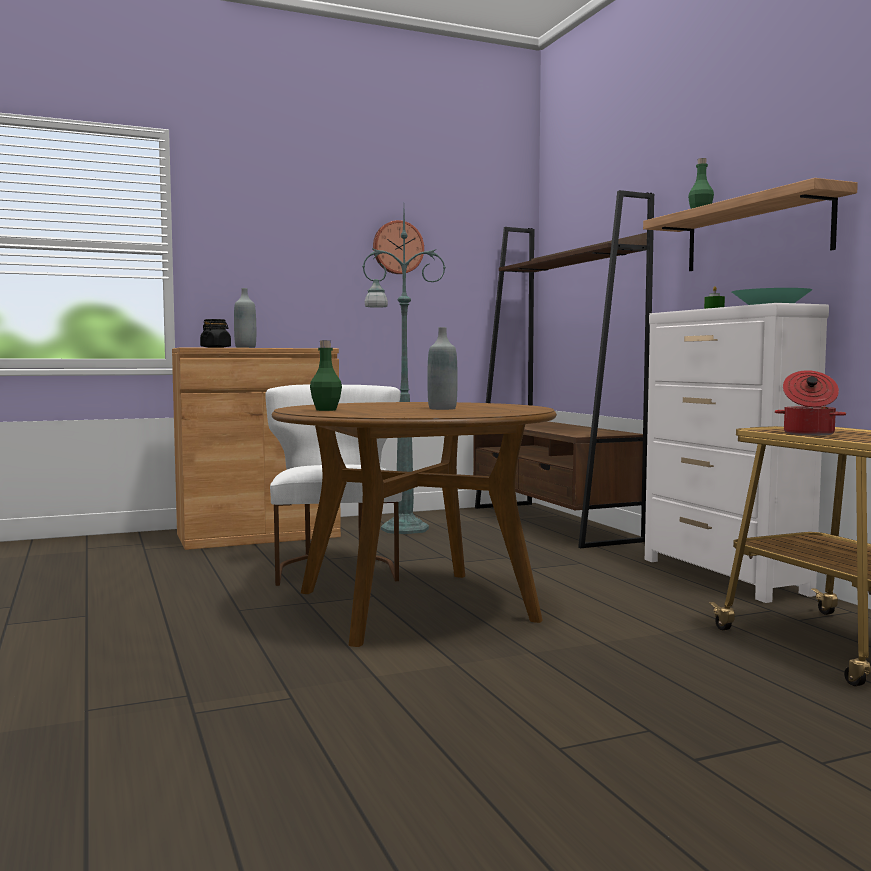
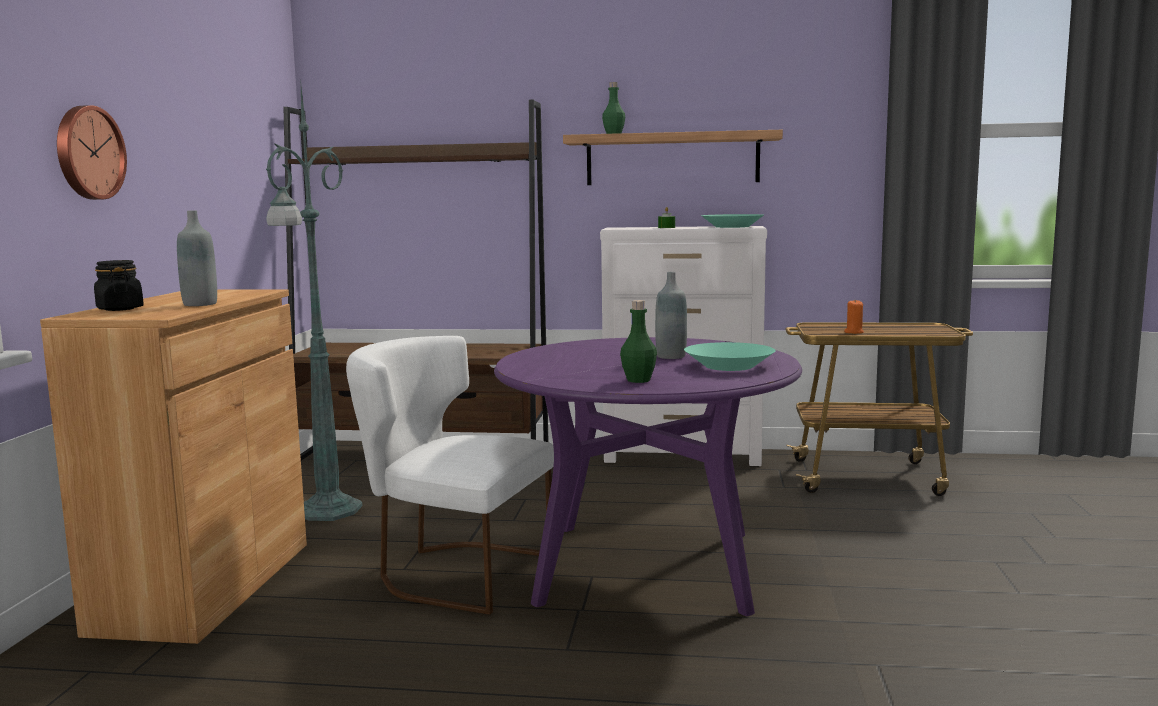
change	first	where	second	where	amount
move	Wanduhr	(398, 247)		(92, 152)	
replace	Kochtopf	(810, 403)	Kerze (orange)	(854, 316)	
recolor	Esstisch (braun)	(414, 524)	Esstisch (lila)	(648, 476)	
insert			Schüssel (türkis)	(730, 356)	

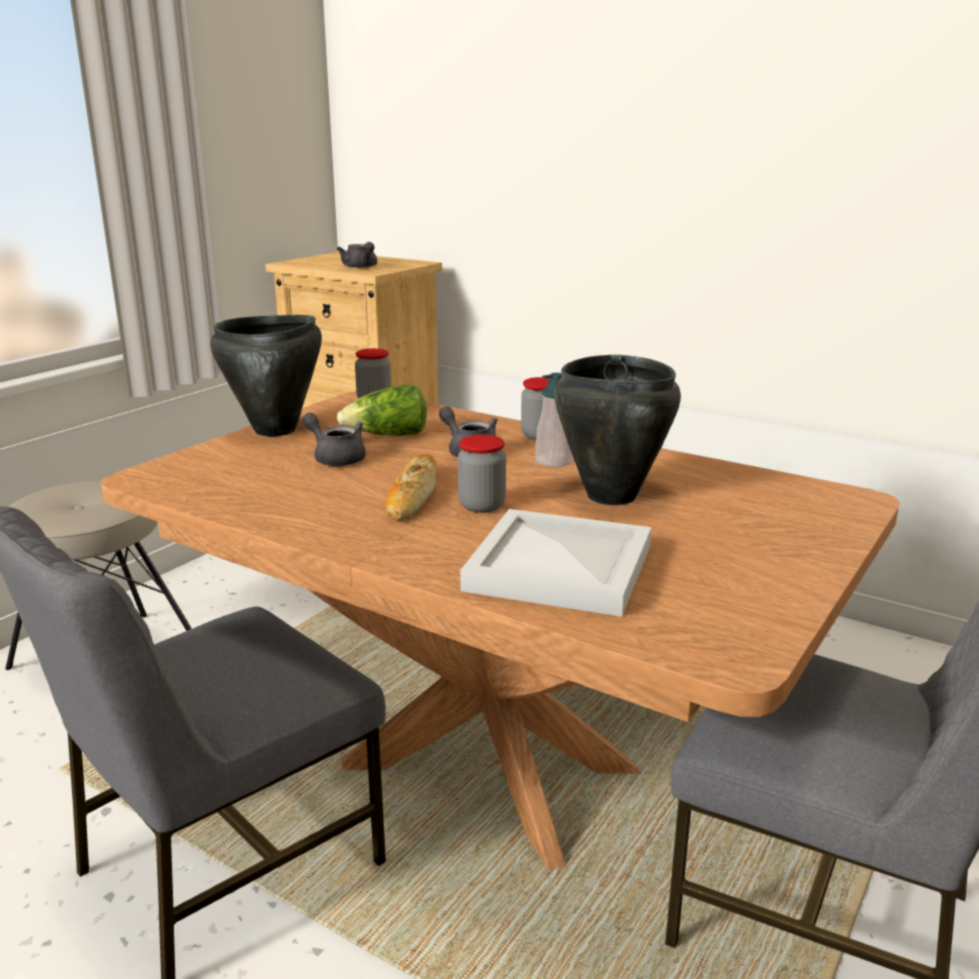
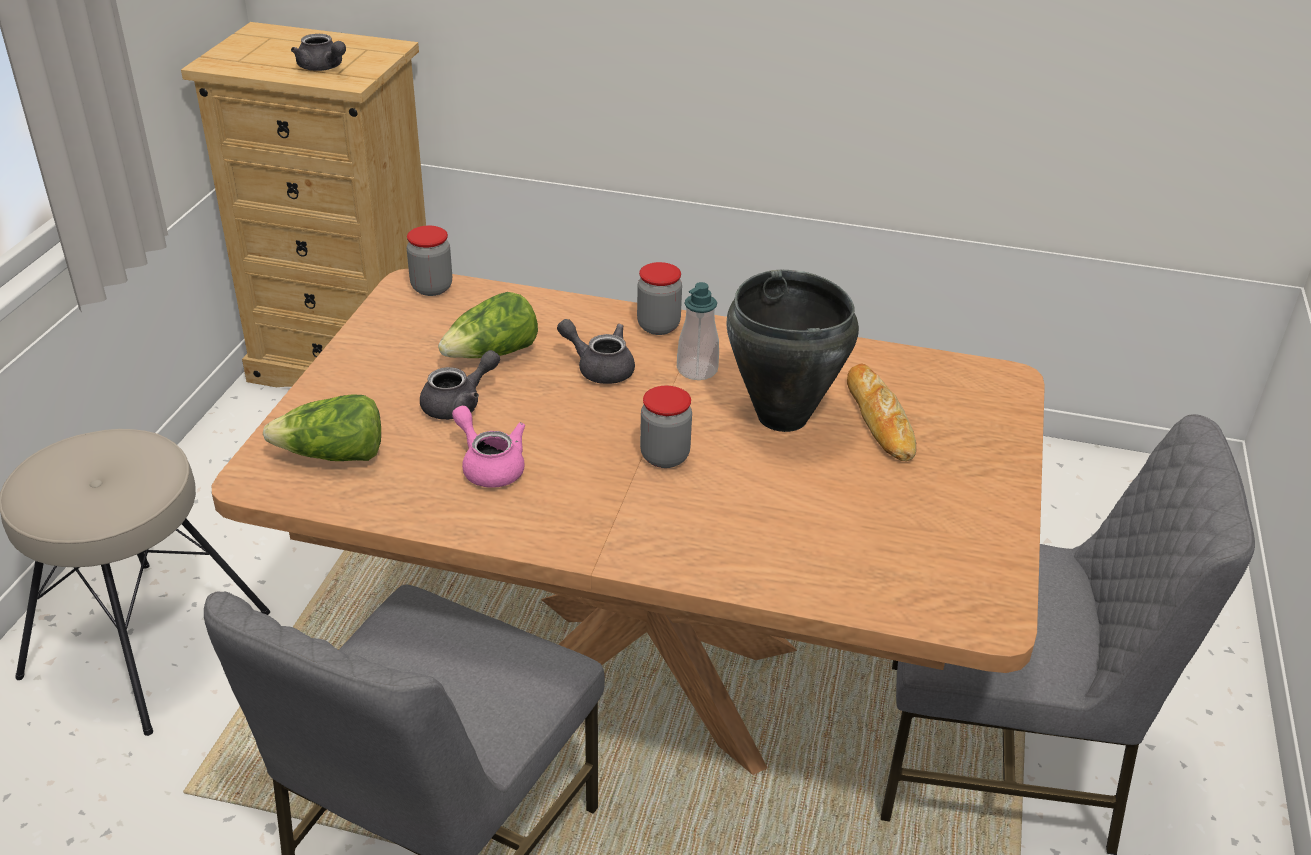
change	first	where	second	where	amount
delete	Kochtopf (schwarz)	(266, 376)			
rotate	Teekanne (grau)	(334, 439)		(460, 385)	120 degrees clockwise
move	Brot	(410, 487)		(881, 412)	
delete	Tablett (weiß)	(556, 563)			
insert			Salatkopf	(322, 427)	
insert			Teekanne (rosa)	(488, 447)	

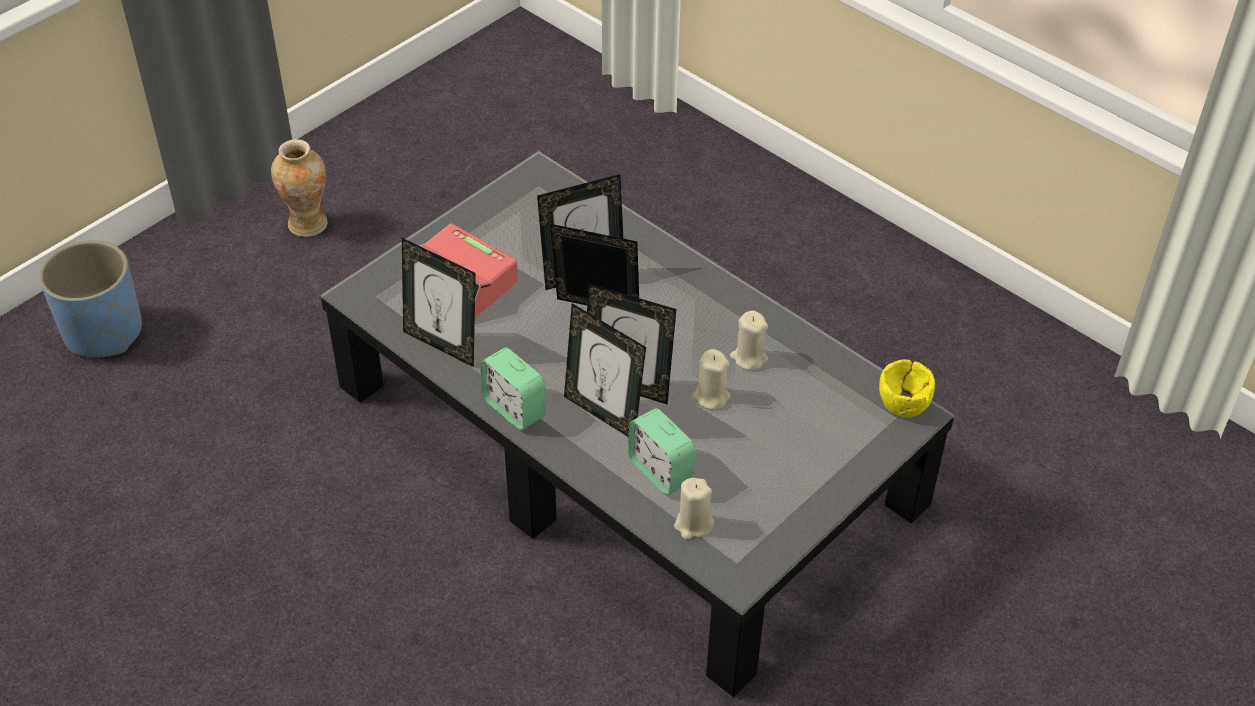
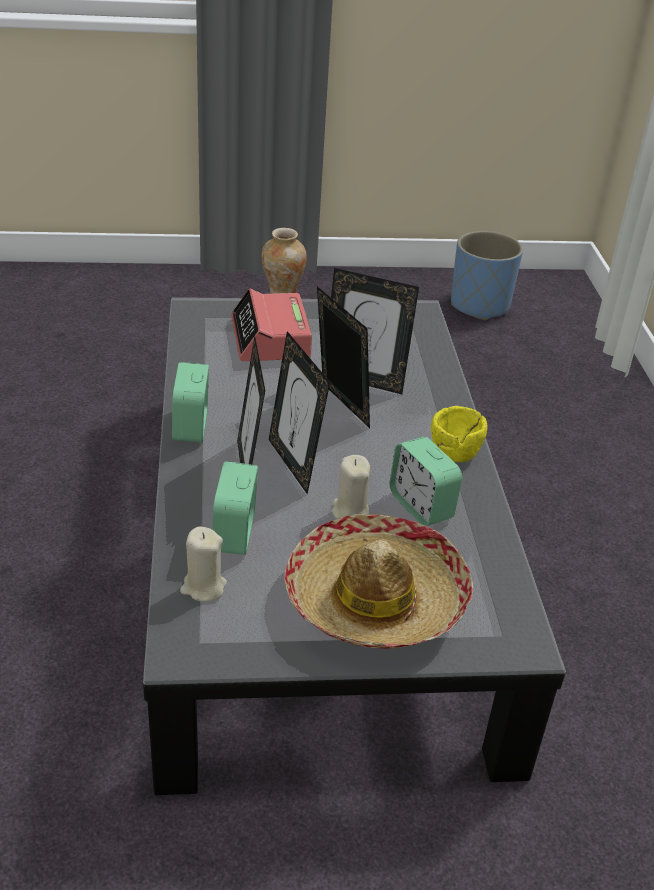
change	first	where	second	where	amount
delete	Bilderrahmen	(439, 302)			
move	Pflanzkübel (blau)	(90, 299)		(487, 275)	
replace	Kerze (beige)	(749, 340)	Wecker	(425, 481)	
move	Schüssel (gelb)	(907, 388)		(459, 434)	
insert			Hut	(379, 581)	

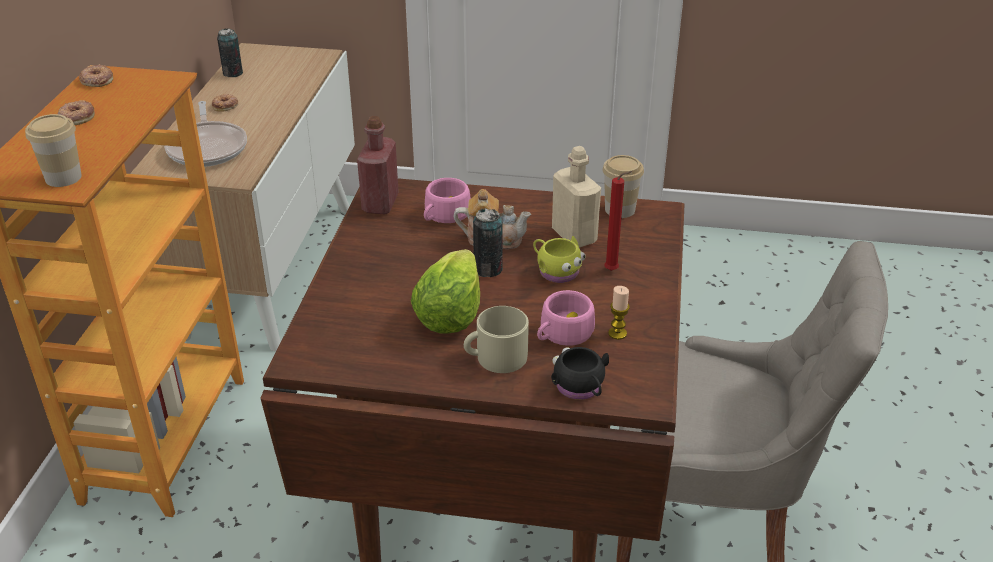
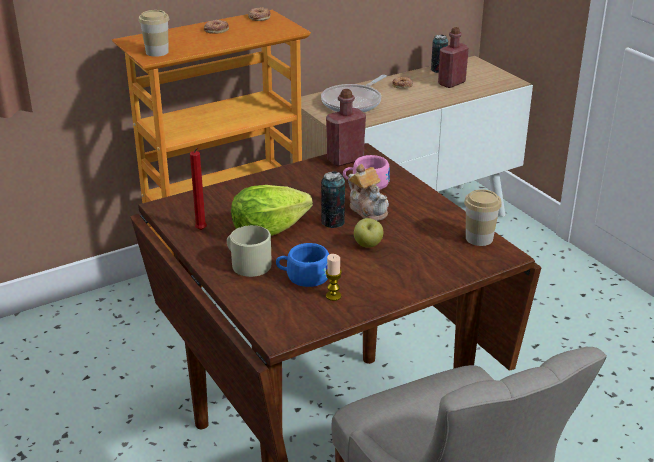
change	first	where	second	where	amount
delete	Flasche (beige)	(576, 197)			
move	Kerze (rot)	(618, 221)		(198, 189)	
replace	Henkelbecher (gelb)	(559, 259)	Apfel	(368, 233)	
recolor	Tasse (rosa)	(566, 318)	Tasse (blau)	(302, 265)	
delete	Henkelbecher (schwarz)	(580, 373)			
insert			Flasche (rot)	(453, 57)	

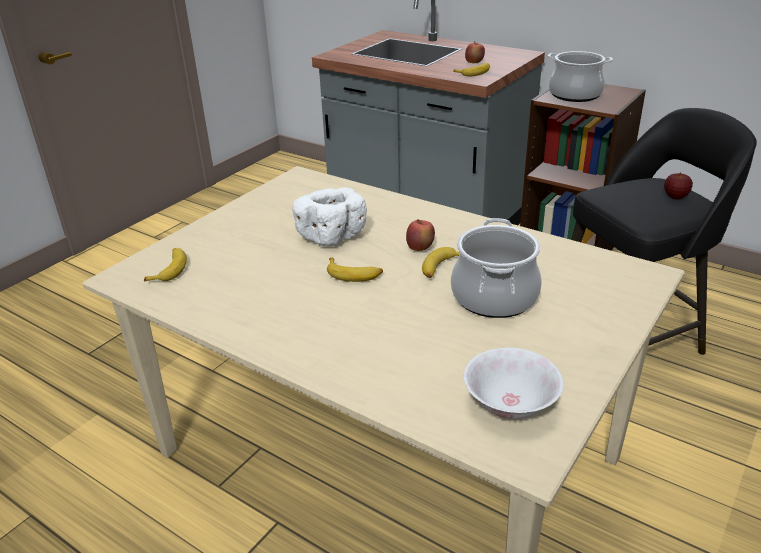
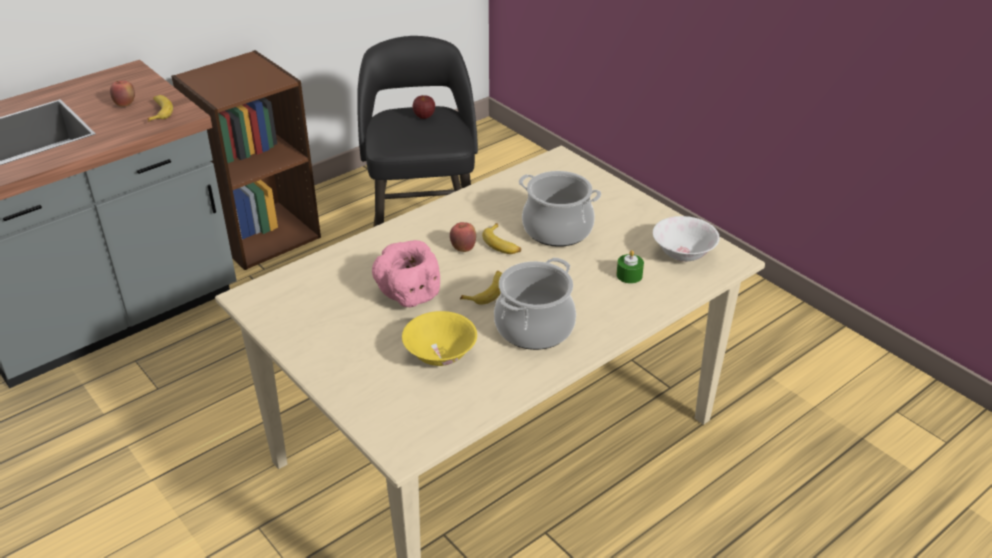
change	first	where	second	where	amount
move	Kochtopf	(580, 76)		(535, 304)	
recolor	Schüssel (weiß)	(329, 216)	Schüssel (rosa)	(406, 273)	
delete	Banane	(165, 265)			
insert			Kerze (grün)	(630, 267)	
insert			Schüssel (gelb)	(439, 338)	

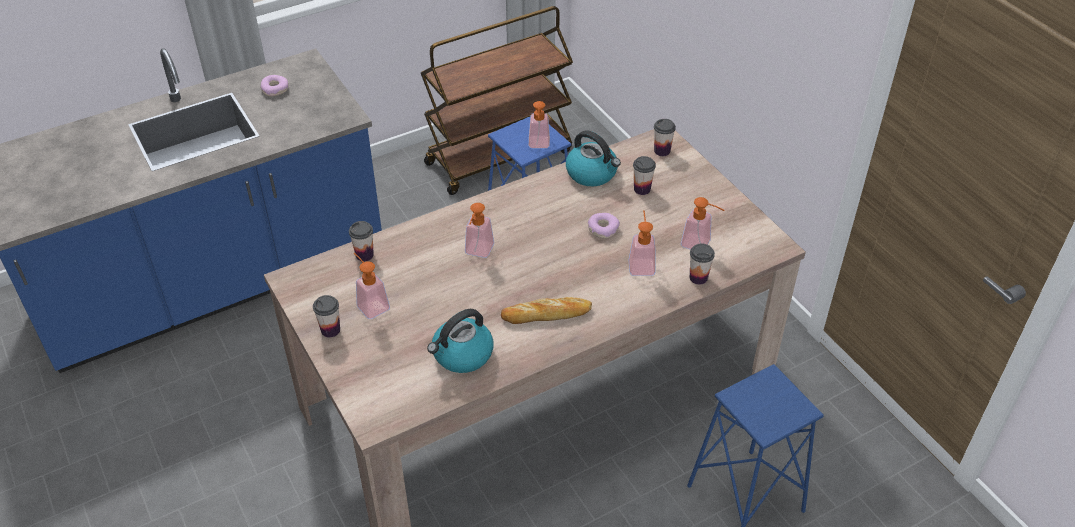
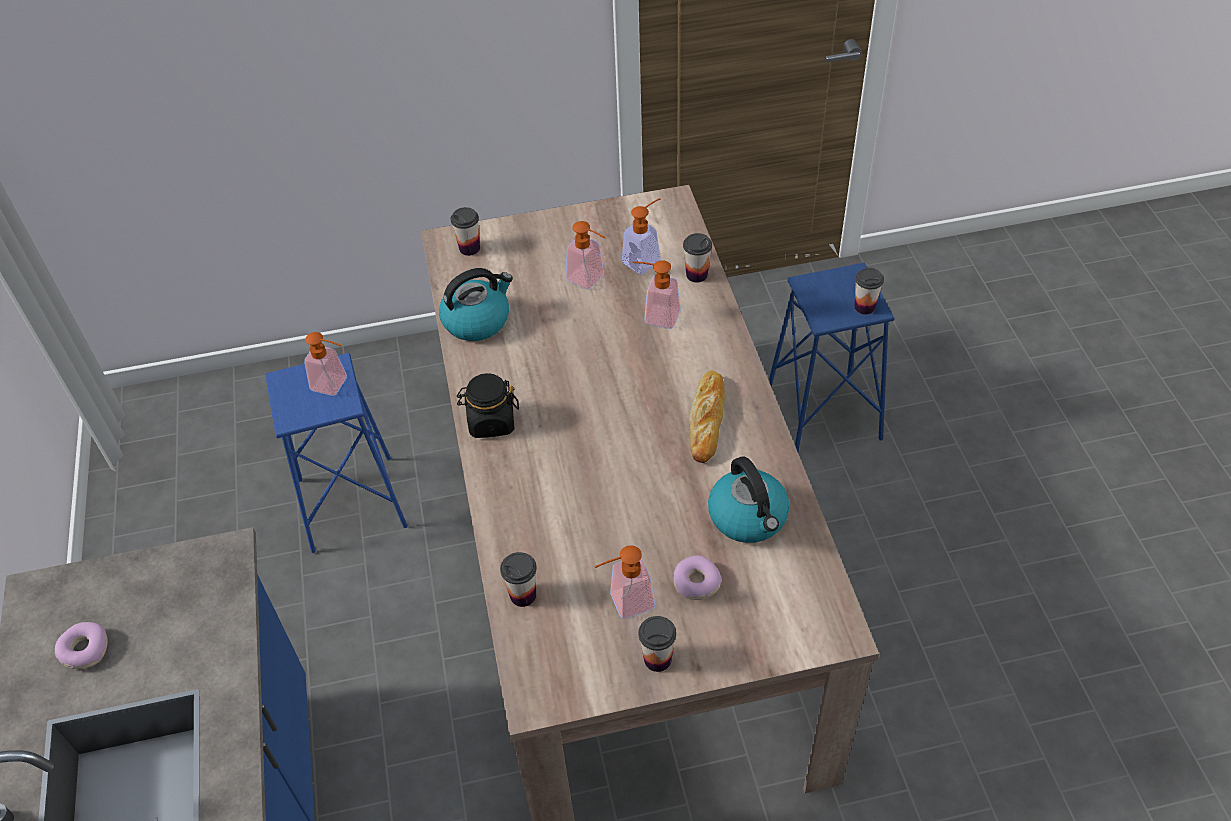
change	first	where	second	where	amount
delete	Rollwagen (braun)	(497, 100)			
move	Tasse	(644, 175)		(869, 291)	
move	Seifenspender	(479, 230)		(586, 255)	
move	Donut	(604, 226)		(697, 577)	
insert			Vorratsglas (schwarz)	(488, 405)	

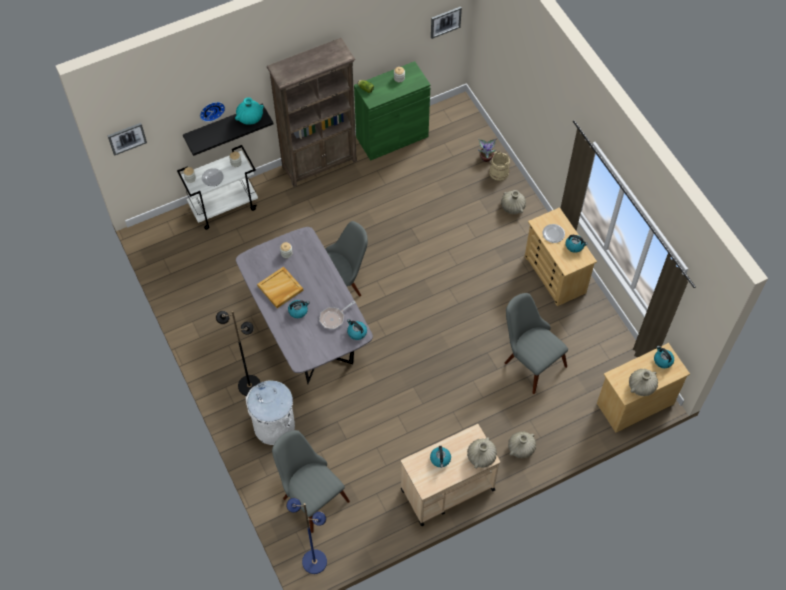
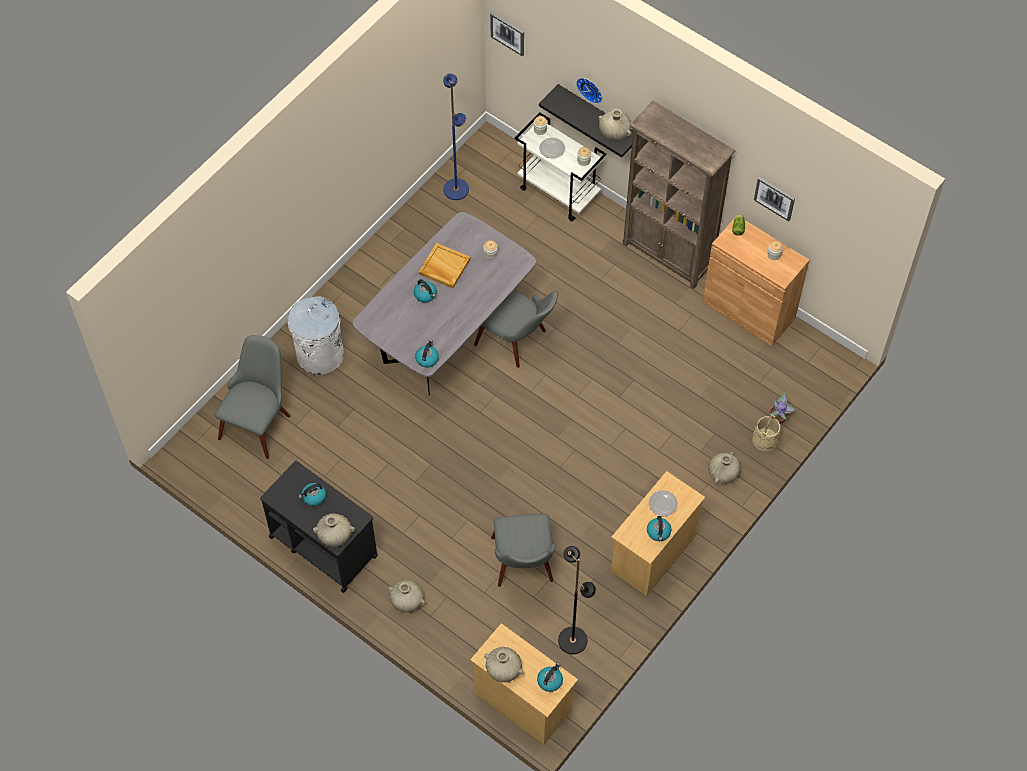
change	first	where	second	where	amount
move	Bild	(446, 23)		(774, 199)	
recolor	Schrank (grün)	(392, 111)	Schrank (braun)	(756, 280)	
recolor	Vase (türkis)	(249, 111)	Vase (beige)	(614, 124)	
rotate	Stuhl (grau)	(536, 343)		(523, 550)	150 degrees clockwise
delete	Pfanne	(337, 315)			
move	Stehlampe (schwarz)	(238, 353)		(577, 600)	
recolor	Rollwagen (beige)	(450, 475)	Rollwagen (schwarz)	(319, 527)	
move	Stehlampe (blau)	(306, 536)		(456, 137)	

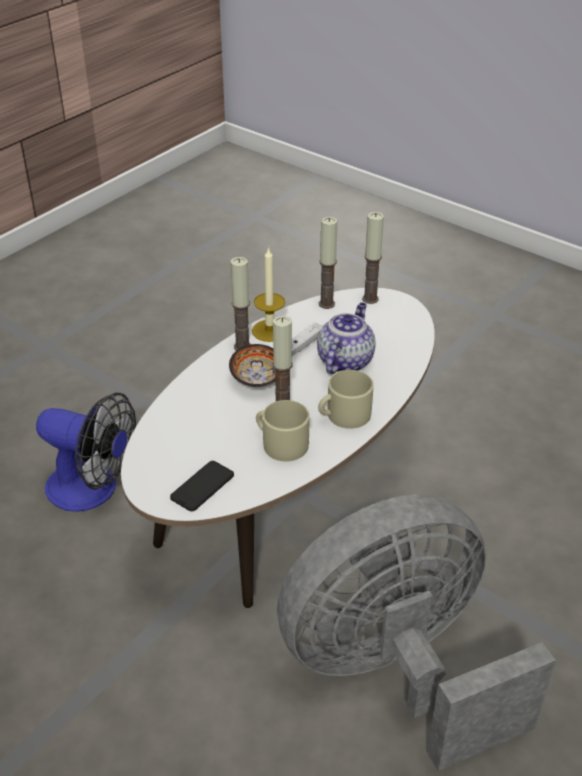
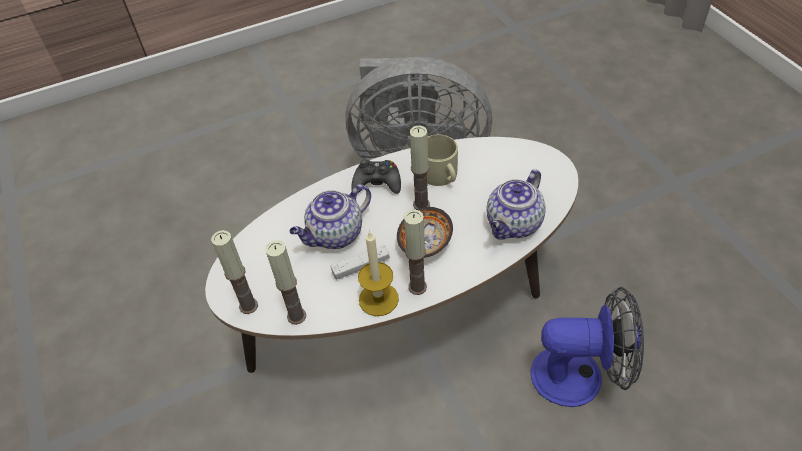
change	first	where	second	where	amount
replace	Henkelbecher (beige)	(346, 399)	Gamepad (schwarz)	(376, 177)	
rotate	Ventilator	(86, 452)		(587, 347)	135 degrees clockwise
delete	Handy	(202, 486)			
insert			Teekanne	(516, 204)	

